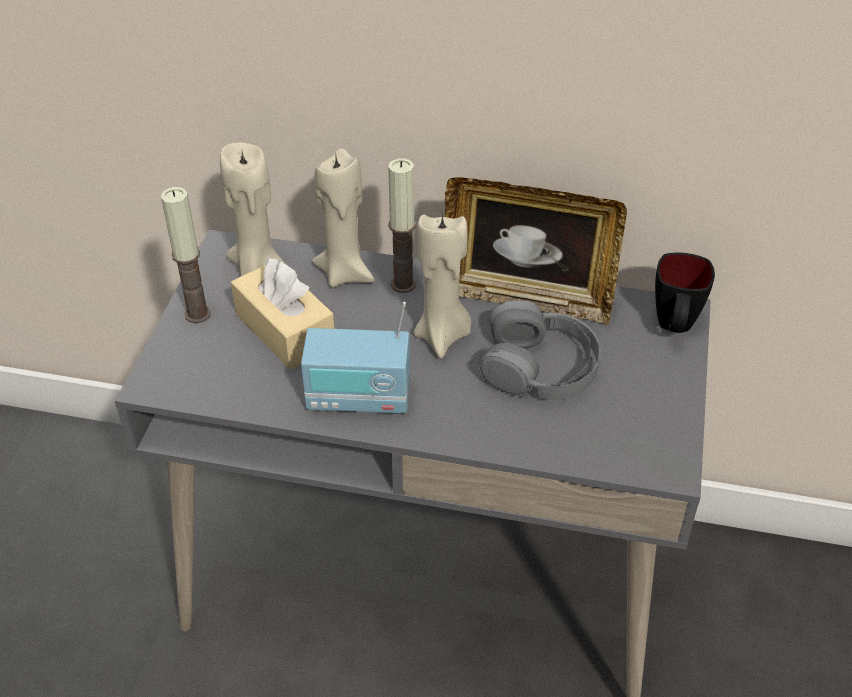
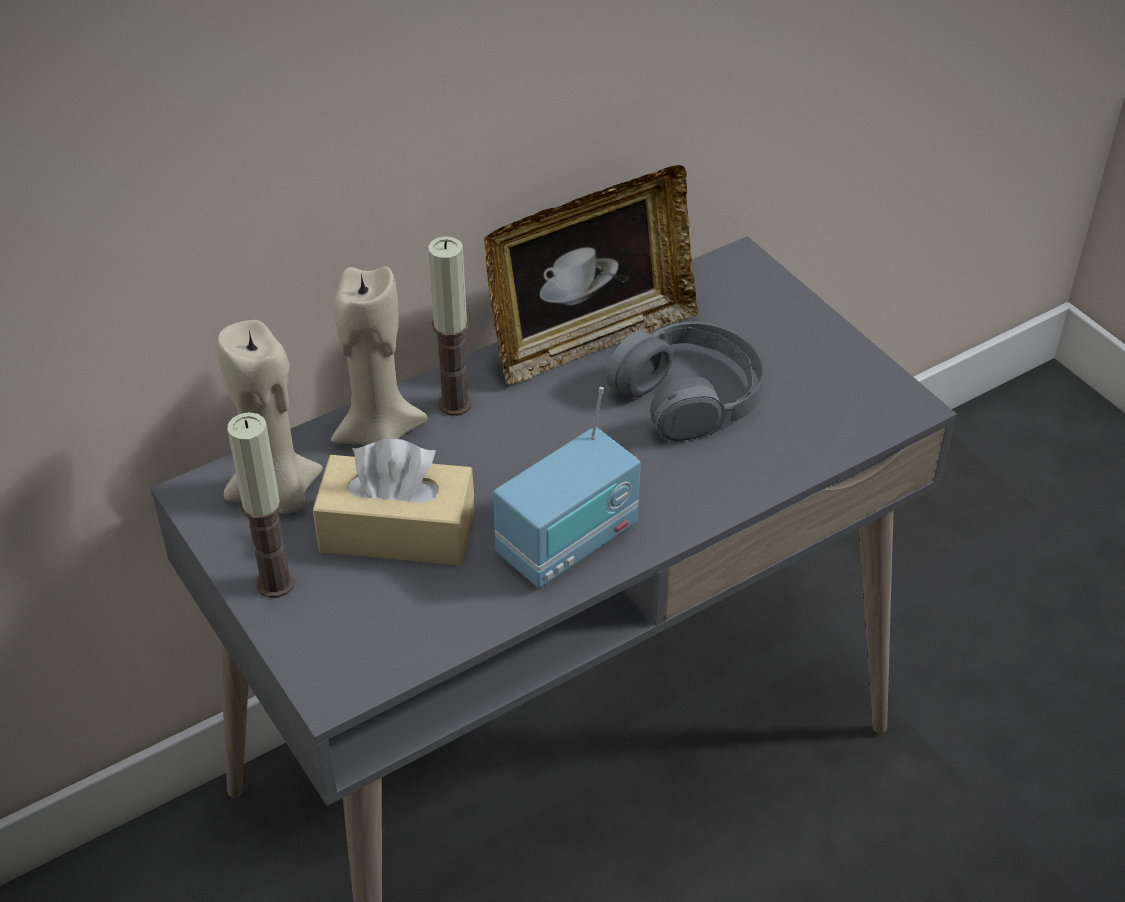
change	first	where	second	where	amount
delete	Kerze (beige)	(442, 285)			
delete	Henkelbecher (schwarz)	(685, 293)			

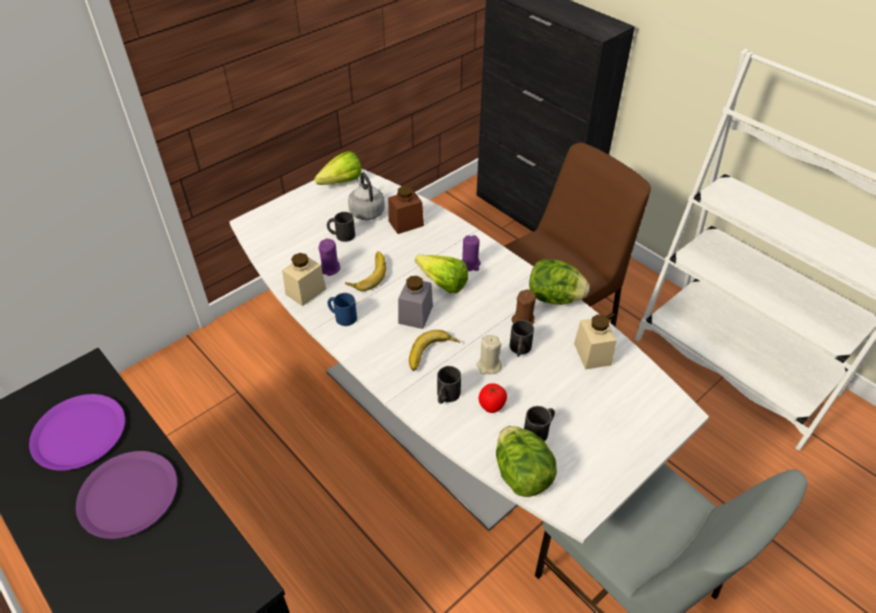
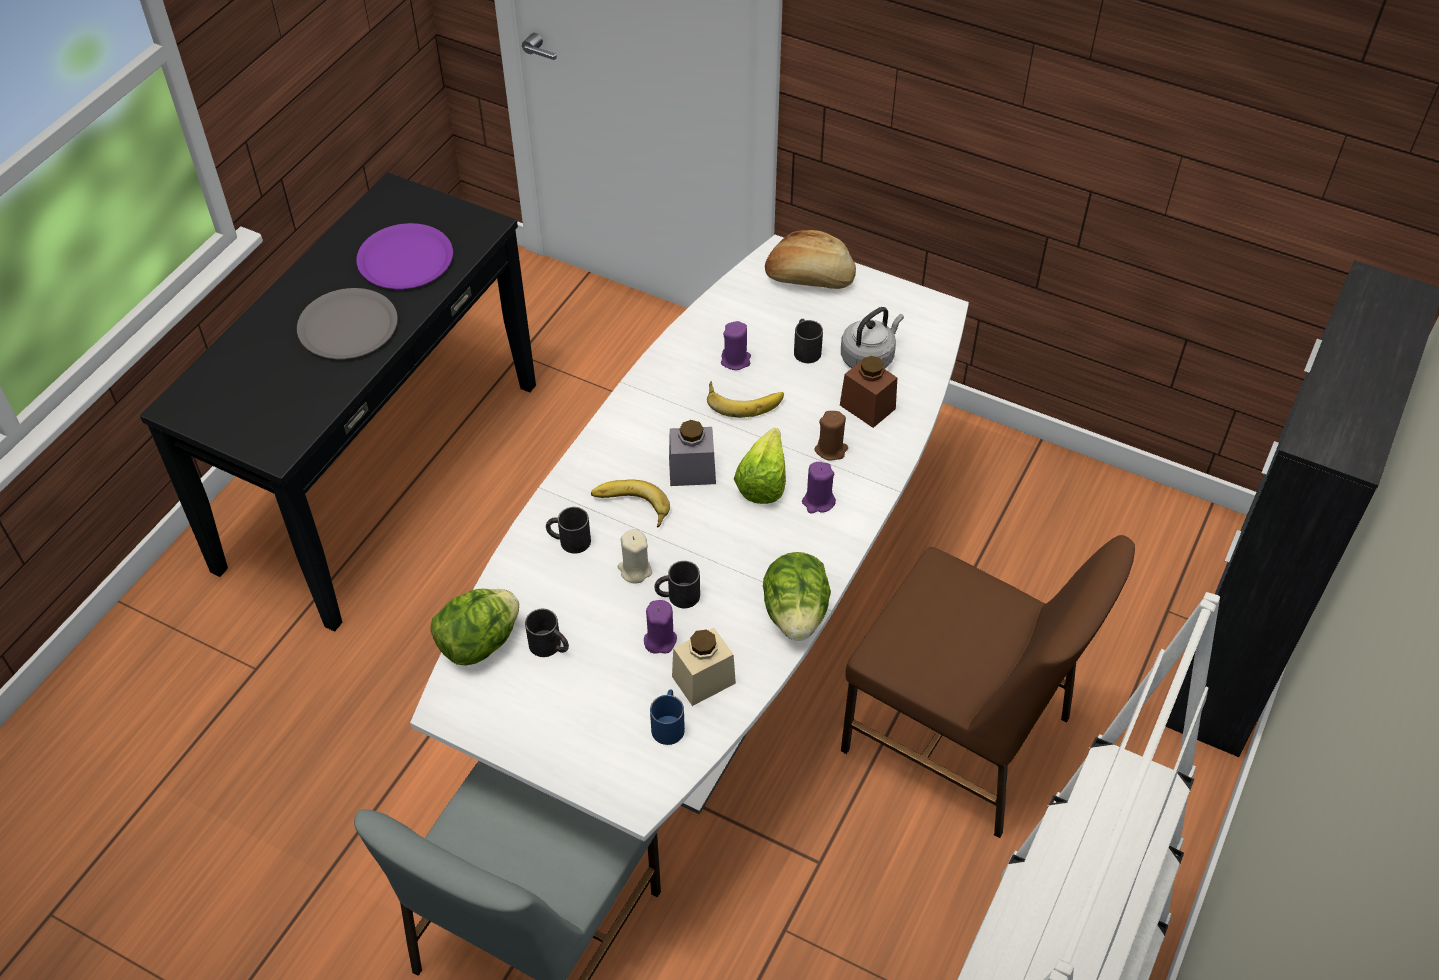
change	first	where	second	where	amount
delete	Salatkopf	(338, 168)			
delete	Vorratsglas (beige)	(304, 279)			
move	Kerze (braun)	(524, 307)		(831, 436)	
move	Henkelbecher (blau)	(342, 309)		(667, 717)	
delete	Tomate	(493, 398)			
recolor	Teller (lila)	(126, 495)	Teller (grau)	(347, 323)	
insert			Brot	(810, 259)	
insert			Kerze (lila)	(660, 627)	

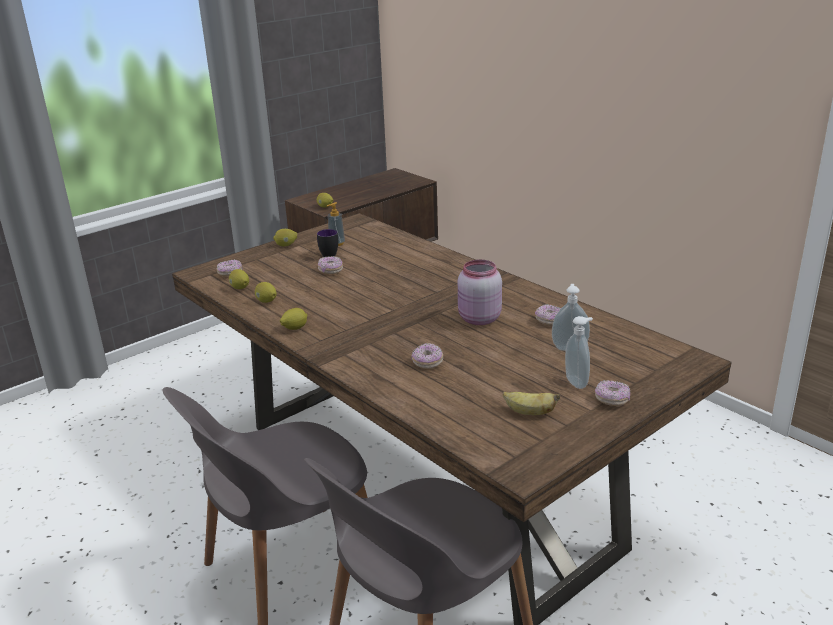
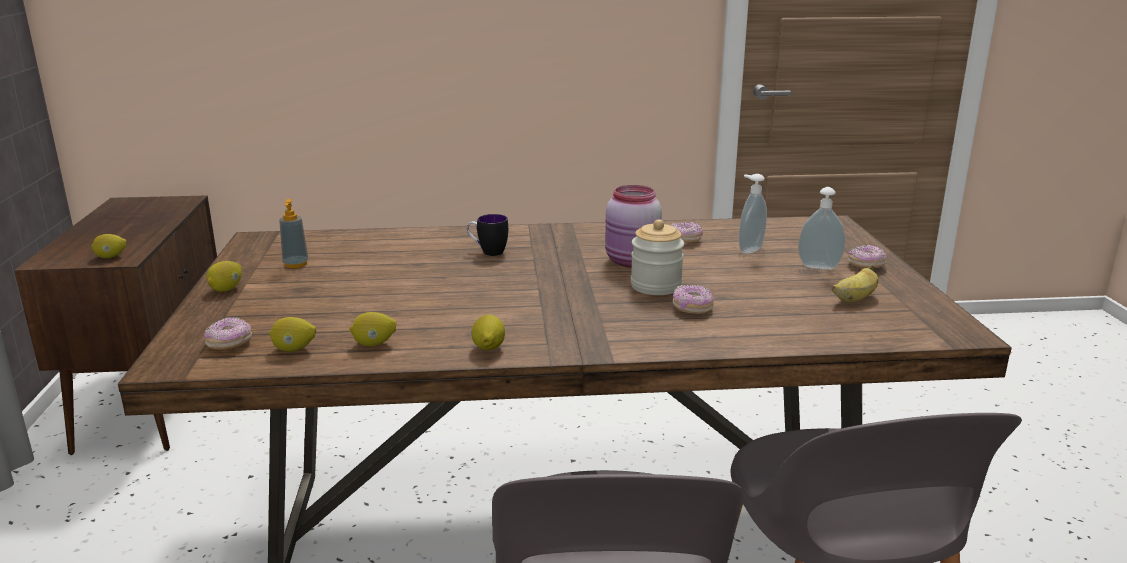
change	first	where	second	where	amount
move	Henkelbecher	(327, 243)		(487, 235)	
delete	Donut	(330, 265)			
insert			Vorratsglas	(657, 257)	

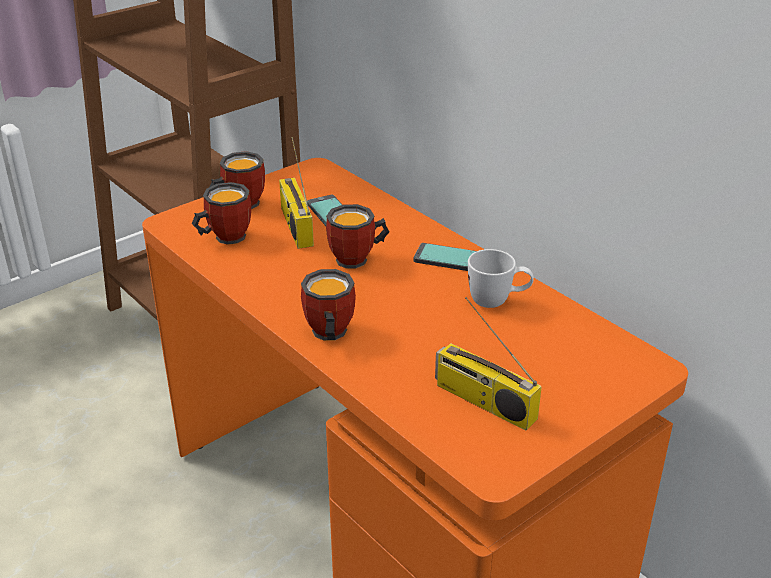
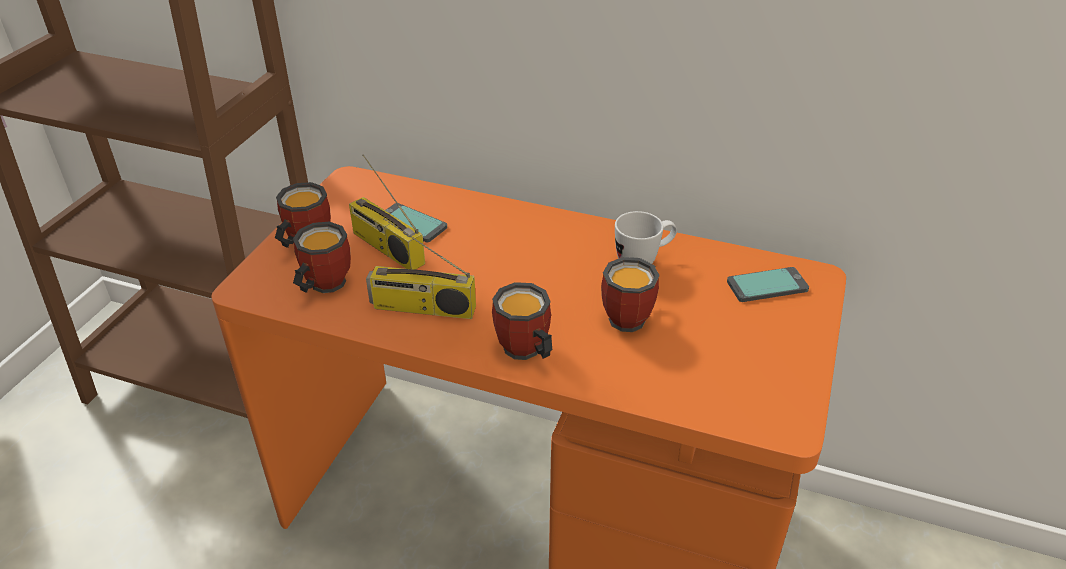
change	first	where	second	where	amount
move	Henkelbecher	(357, 236)		(630, 294)	
move	Handy	(445, 257)		(768, 284)	
move	Radio	(488, 364)		(421, 268)	

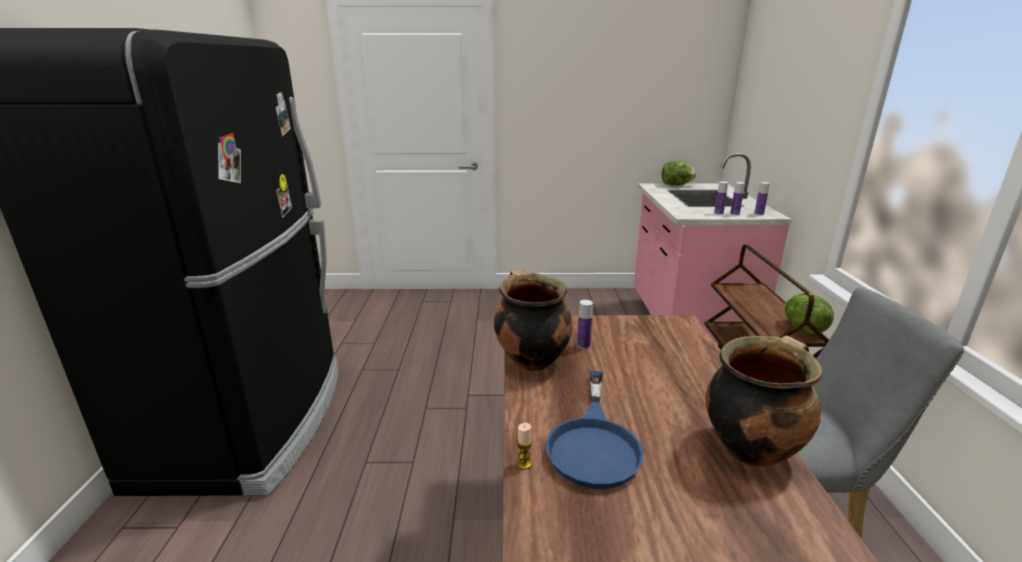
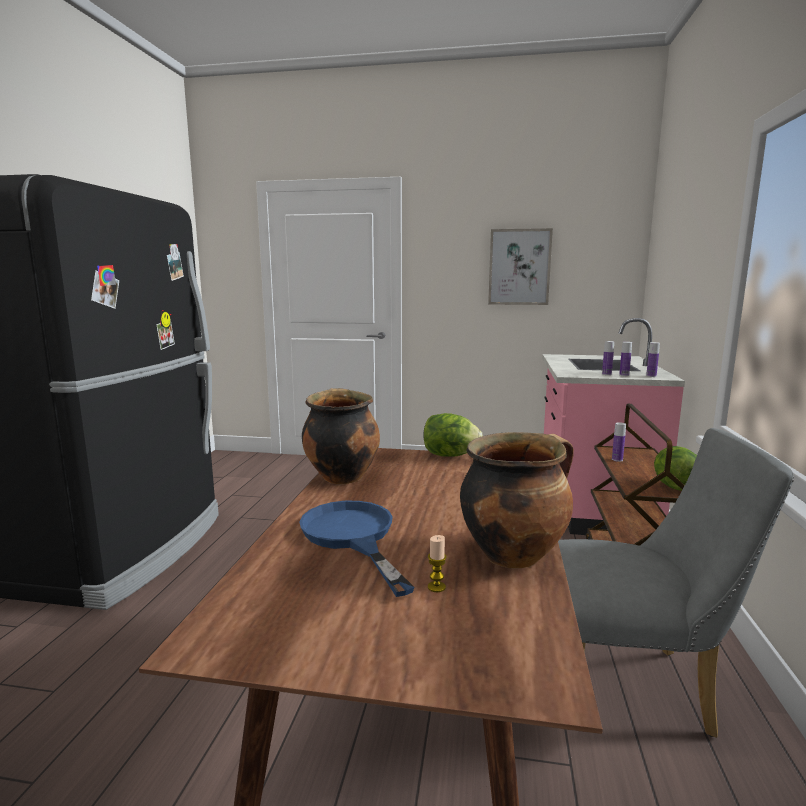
change	first	where	second	where	amount
move	Salatkopf	(679, 173)		(453, 435)	
move	Flasche	(585, 324)		(619, 442)	
rotate	Pfanne (blau)	(595, 430)		(357, 549)	135 degrees clockwise
move	Kerze	(524, 446)		(437, 563)	
insert			Bild	(520, 266)	

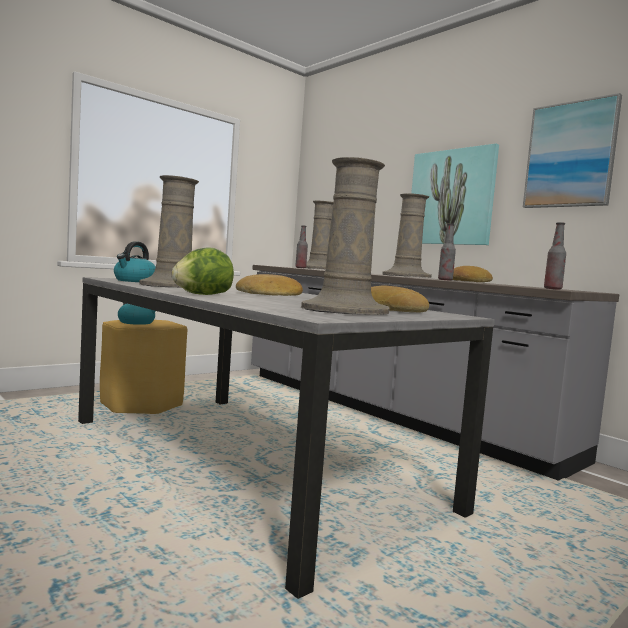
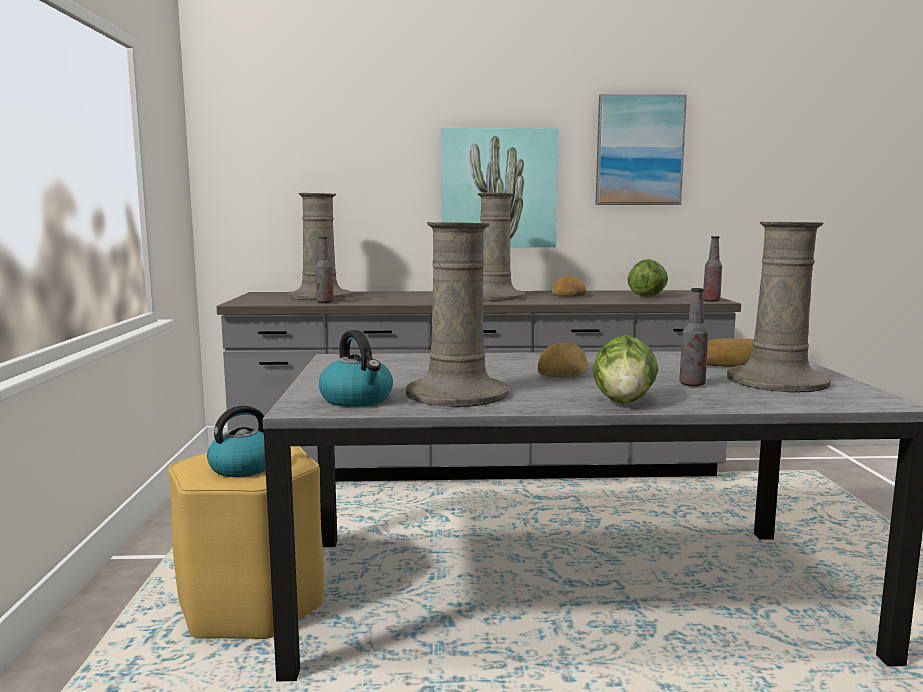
change	first	where	second	where	amount
move	Flasche	(447, 252)		(693, 337)	
insert			Salatkopf	(647, 278)	

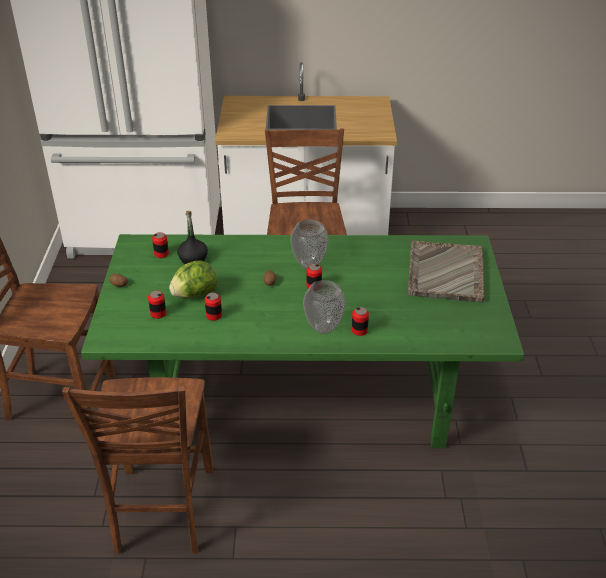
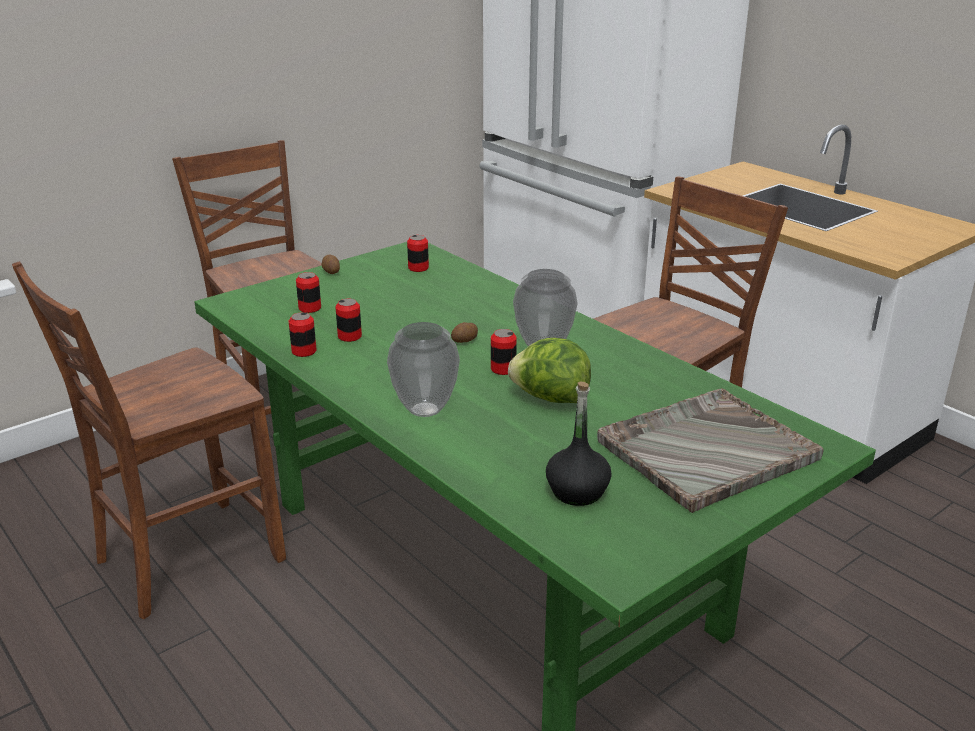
change	first	where	second	where	amount
move	Flasche (schwarz)	(192, 237)		(579, 443)	
move	Salatkopf	(193, 279)		(549, 370)	
move	Dose	(360, 321)		(303, 334)	

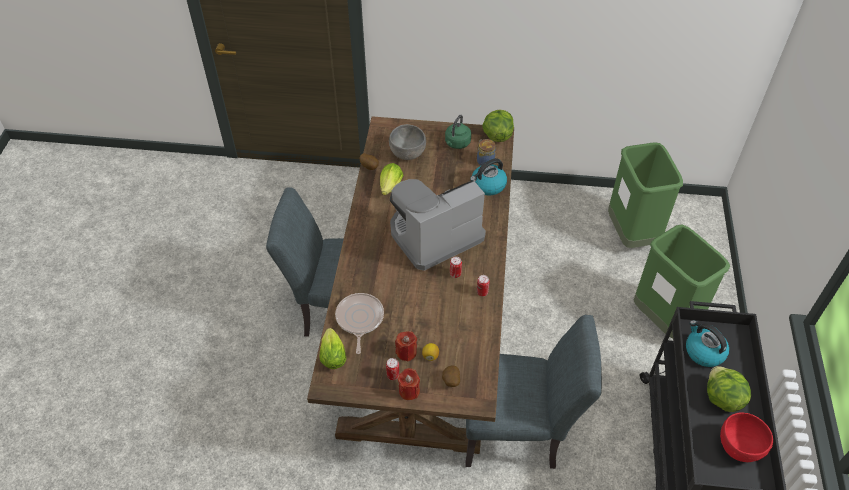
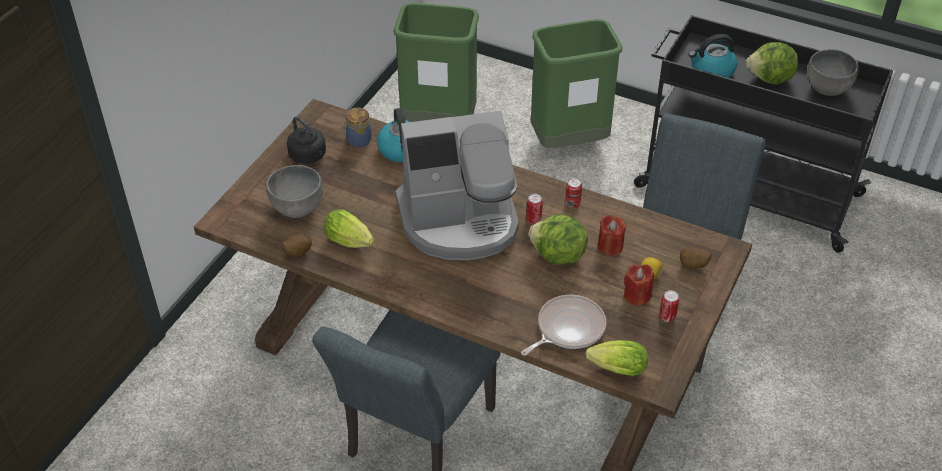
change	first	where	second	where	amount
move	Salatkopf	(498, 126)		(558, 239)	
recolor	Wasserkessel (grün)	(458, 132)	Wasserkessel (schwarz)	(306, 140)	
rotate	Kaffeemaschine	(438, 225)		(457, 185)	90 degrees counterclockwise
rotate	Pfanne	(359, 323)		(563, 325)	120 degrees clockwise
move	Kerze (rot)	(409, 384)		(612, 235)	
recolor	Schüssel (rot)	(746, 437)	Schüssel (grau)	(833, 72)	

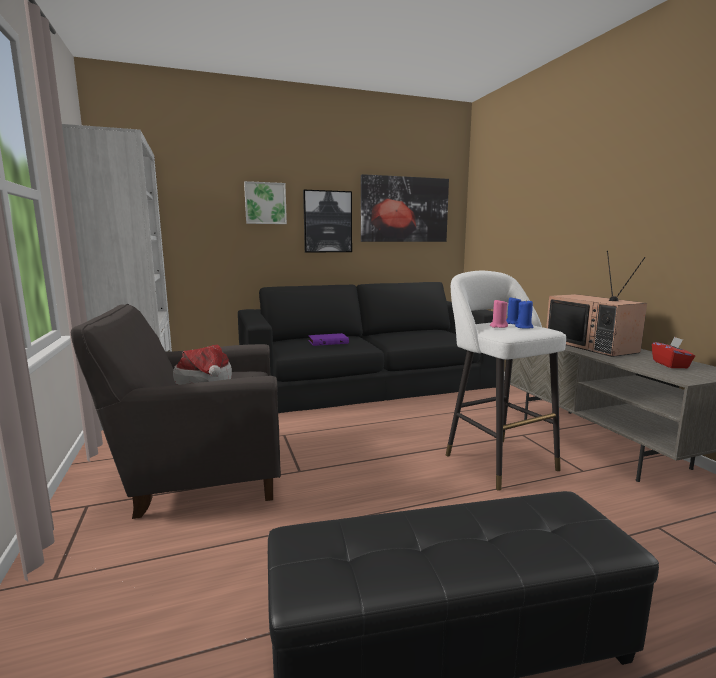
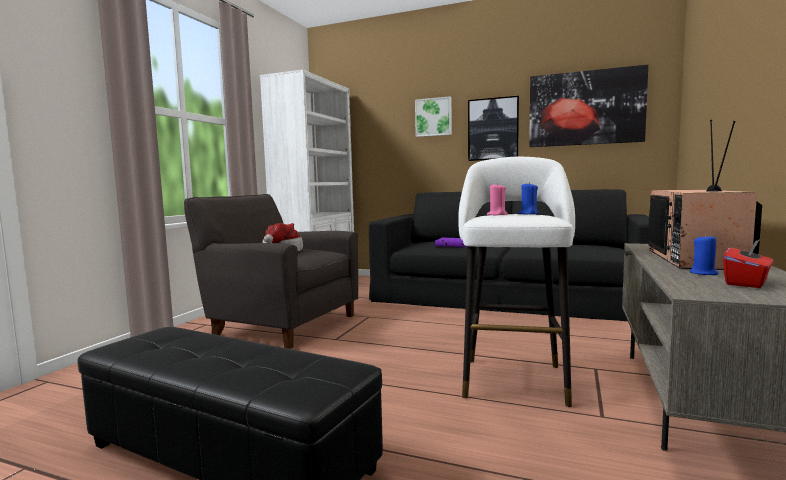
change	first	where	second	where	amount
move	Kerze (blau)	(524, 314)		(704, 254)	

